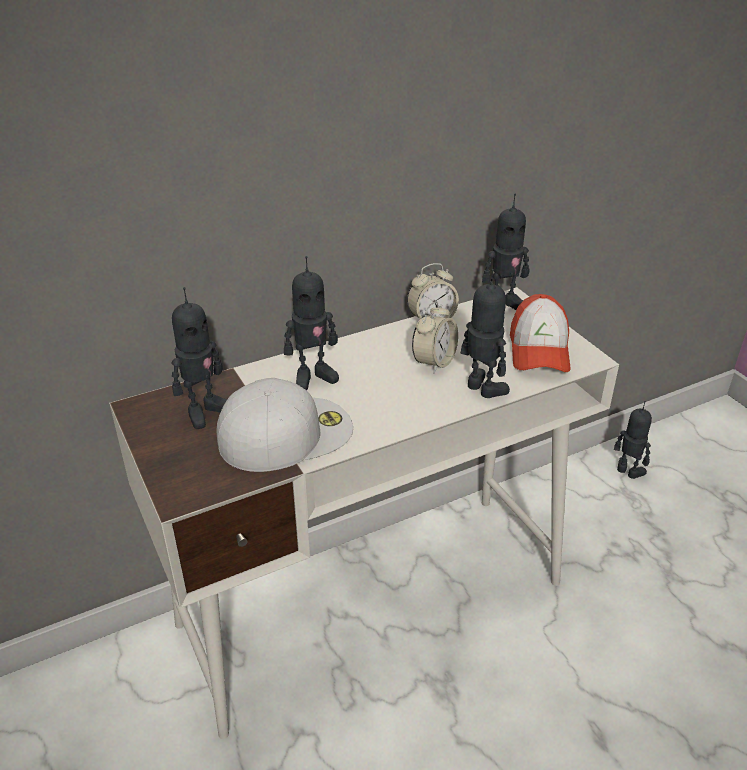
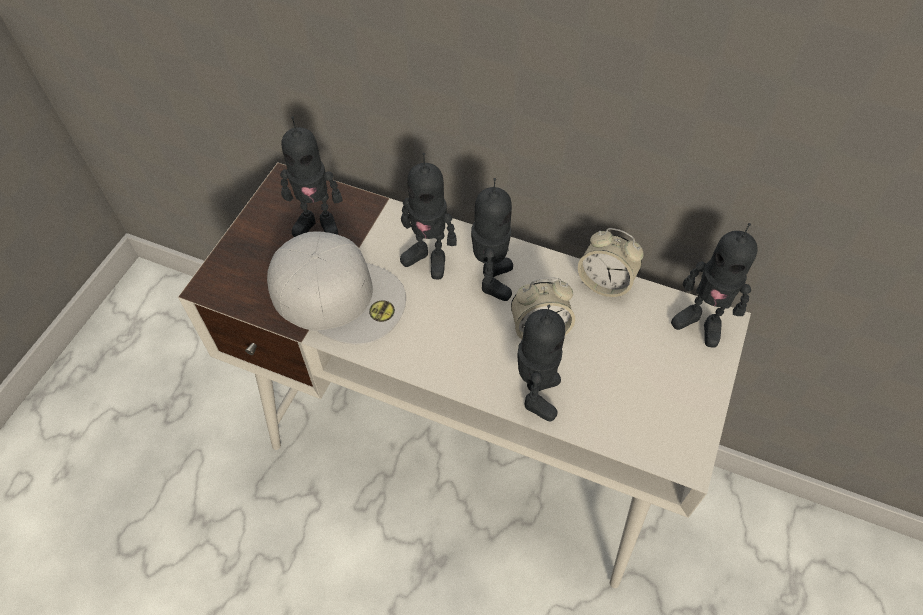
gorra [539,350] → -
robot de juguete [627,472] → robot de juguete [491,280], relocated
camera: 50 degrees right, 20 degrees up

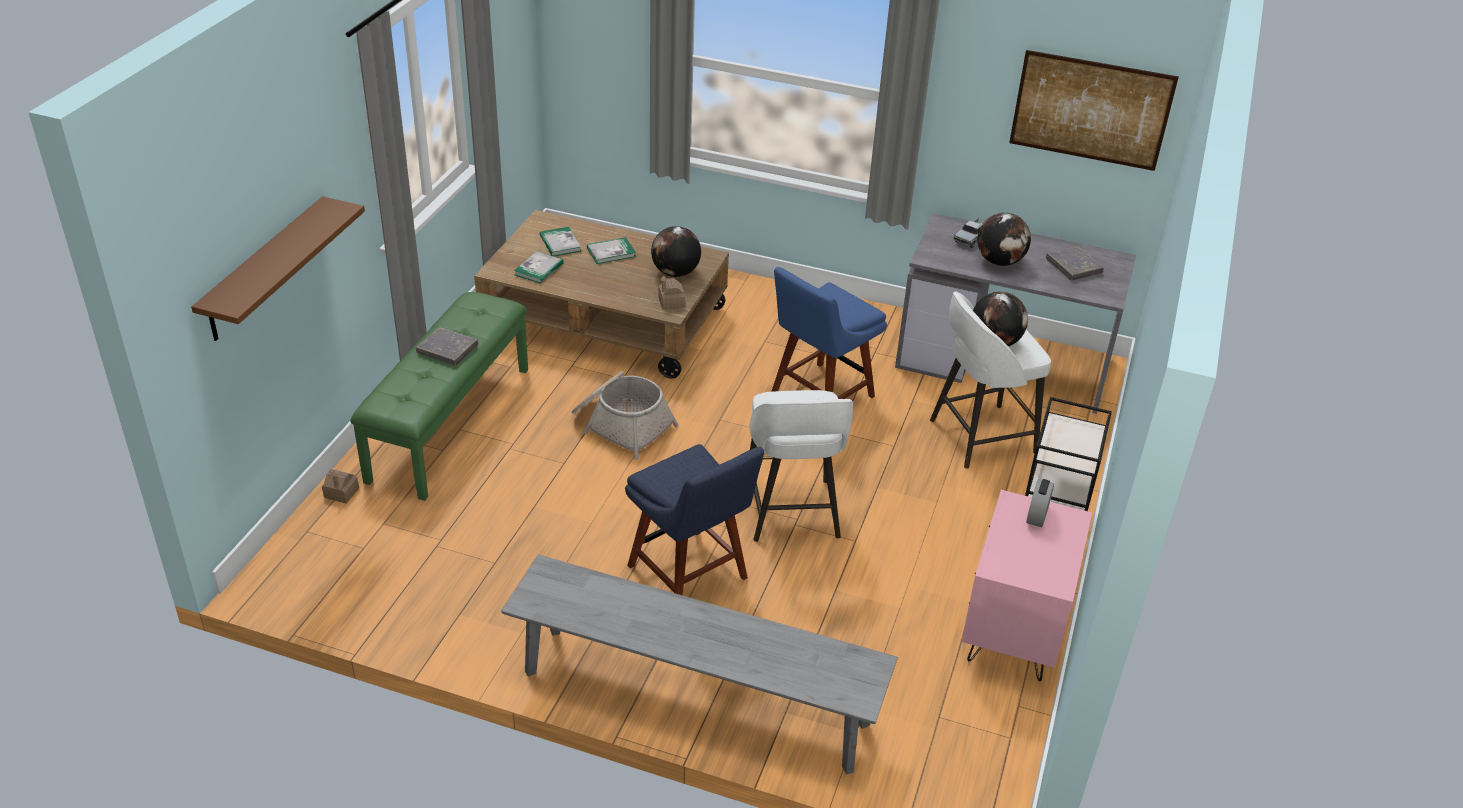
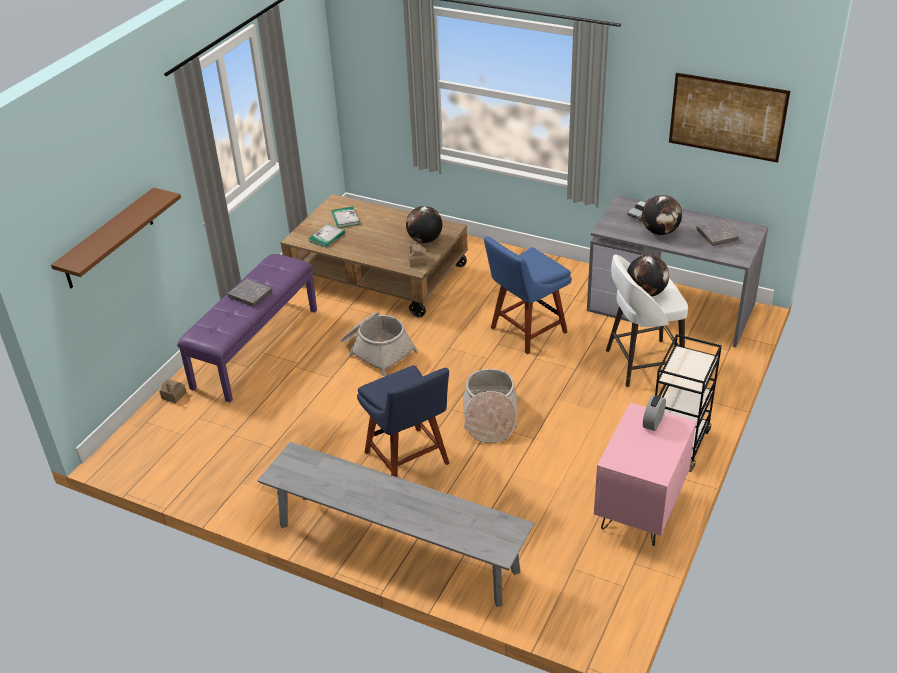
banco/verde [449,423] → banco/morado [255,347]
libro [611,252] → -
taburete/blanco [791,513] → cesta [490,417]
camera: 10 degrees right, 0 degrees up

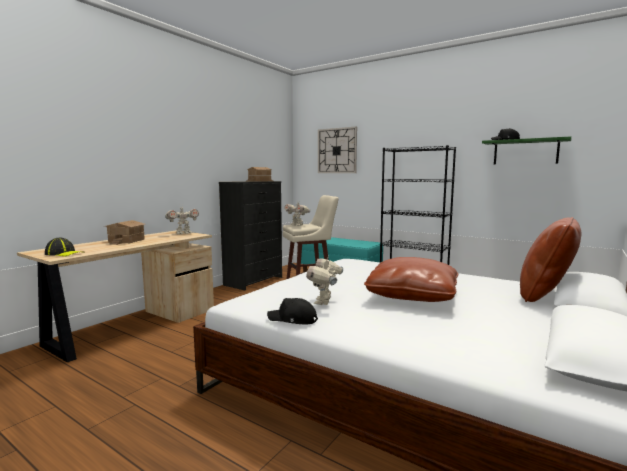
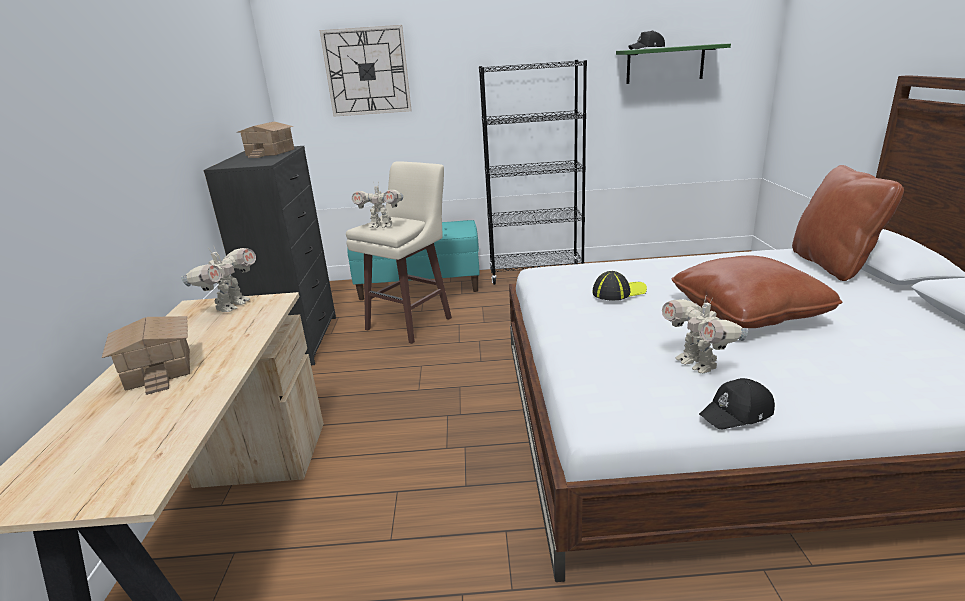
gorra [65,253] → gorra [618,292], relocated
camera: 35 degrees left, 15 degrees up

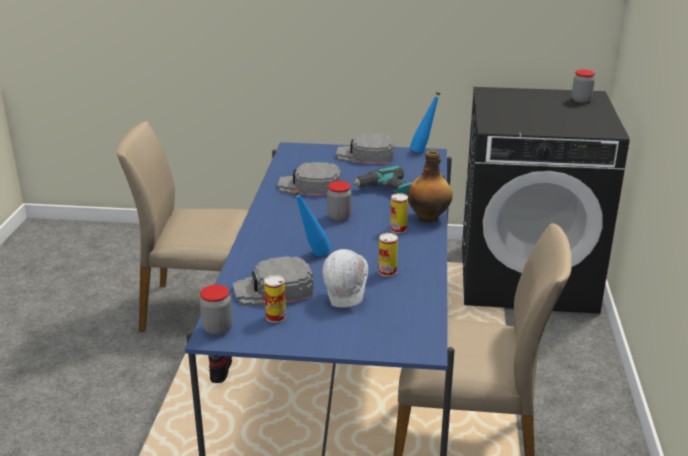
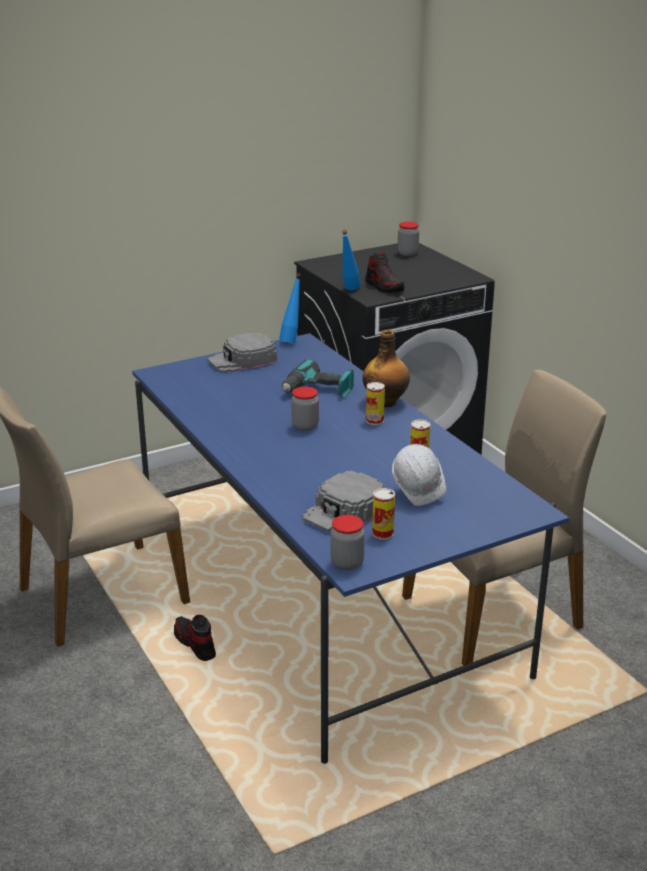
gorra/gris [309,186] → -
botella/azul [312,255] → botella/azul [349,291], relocated
- → zapato [384,287]
camera: 35 degrees left, 0 degrees up

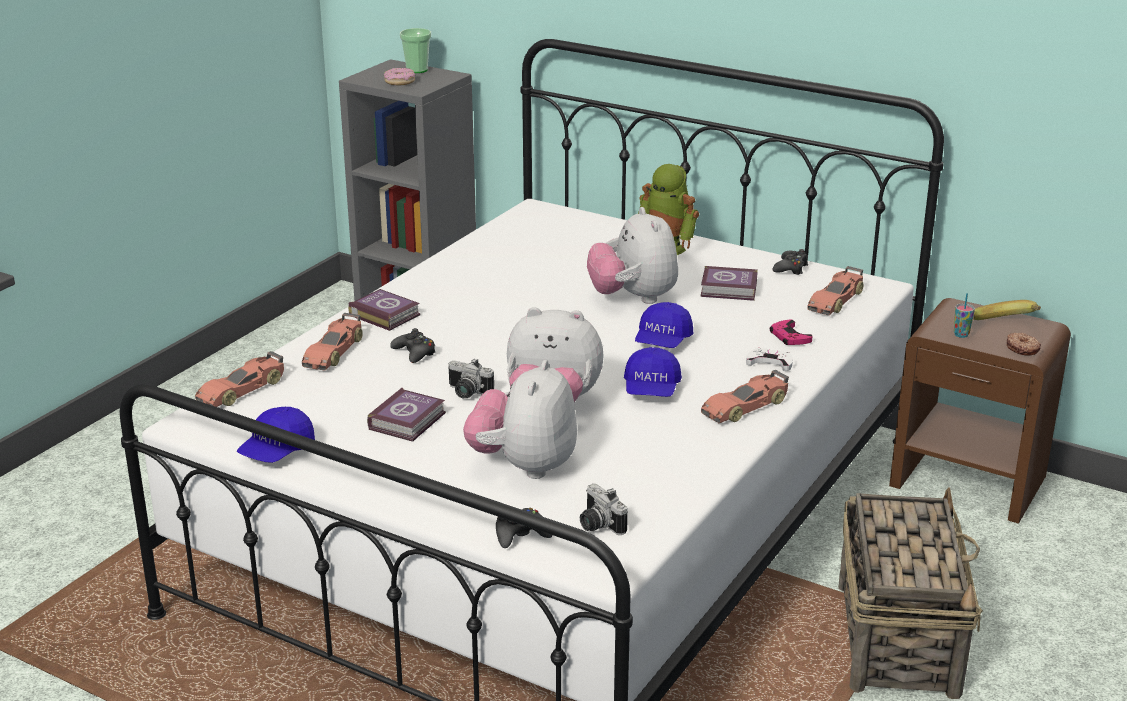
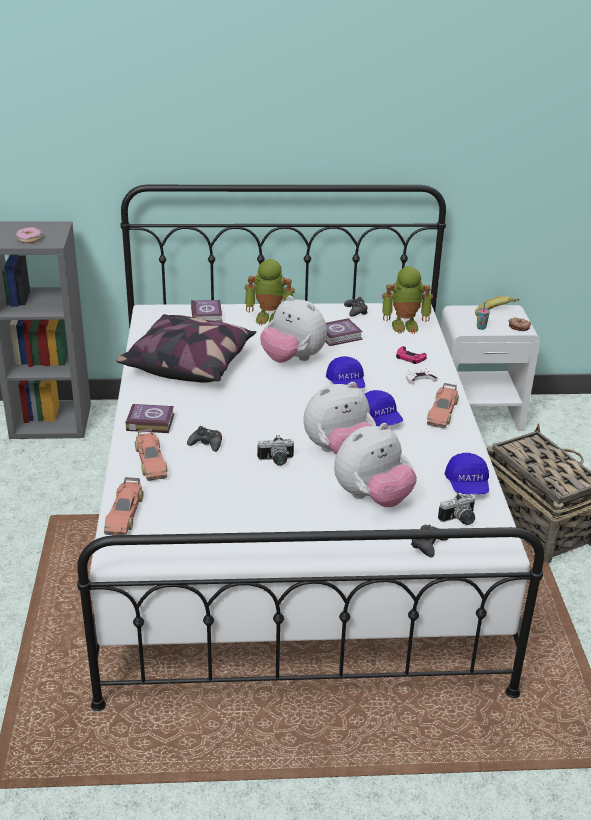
gorra/azul [277,452] → gorra/azul [467,485], relocated
libro [409,420] → libro [207,315], relocated
taza [417,70] → -
peluche [524,466] → peluche [372,498], 105 degrees counterclockwise
cámara [597,525] → cámara [459,520], 45 degrees counterclockwise
coche de juguete [836,300] → robot de juguete [405,325]
mesita de noche/marrón [969,481] → mesita de noche/blanco [478,414]
- → cojín [189,364]
camera: 35 degrees left, 5 degrees up

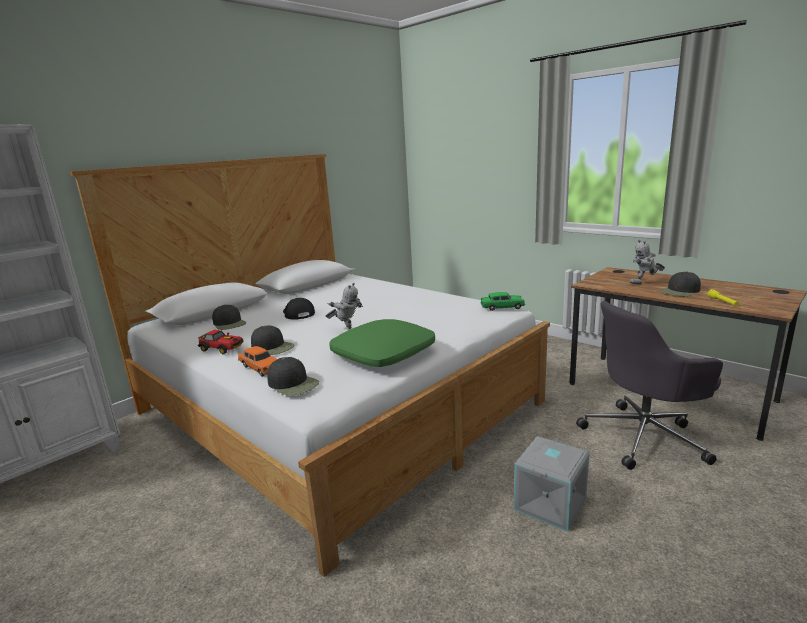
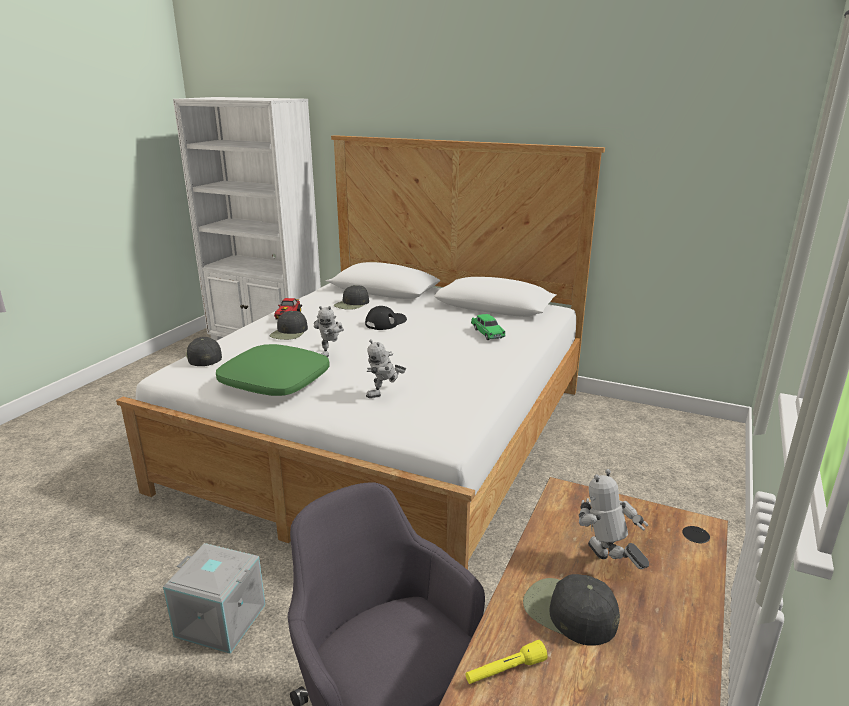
coche de juguete/naranja [260,368] → -
gorra/negro [293,384] → gorra/negro [203,356], 135 degrees clockwise
coche de juguete/verde [502,307] → coche de juguete/verde [487,333], relocated
- → robot de juguete [385,394]
camera: 70 degrees right, 5 degrees up

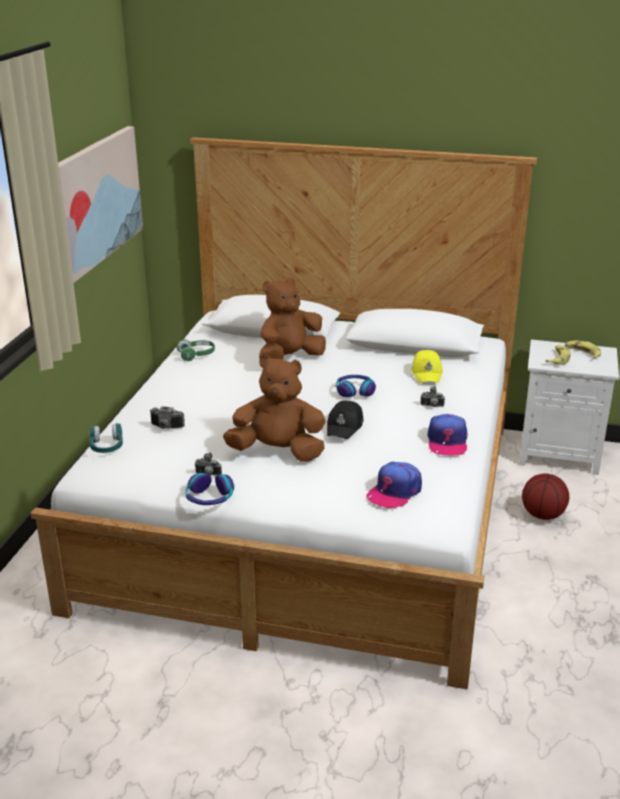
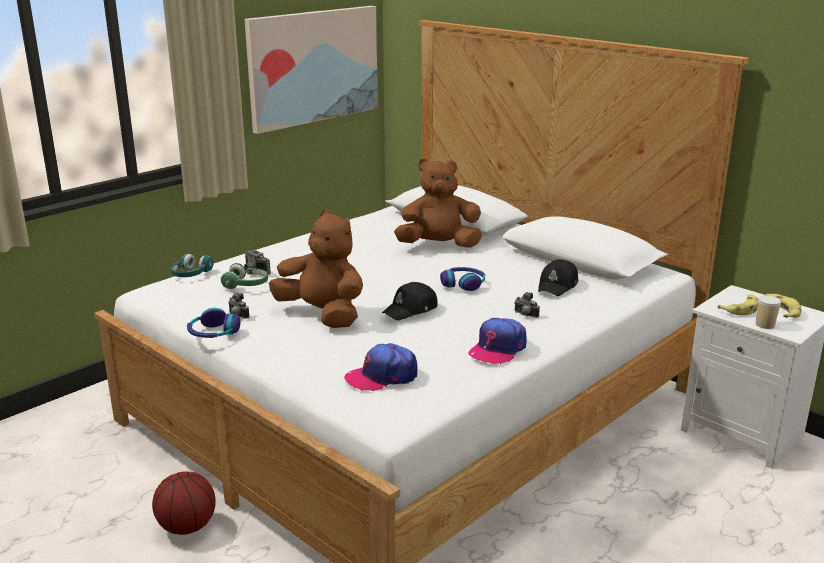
auriculares/verde [197,355] → auriculares/verde [246,285], relocated
gorra/amarillo [427,373] → gorra/negro [558,285]
balón de baloncesto [543,515] → balón de baloncesto [187,527], relocated
- → taza [765,325]
camera: 30 degrees right, 5 degrees down

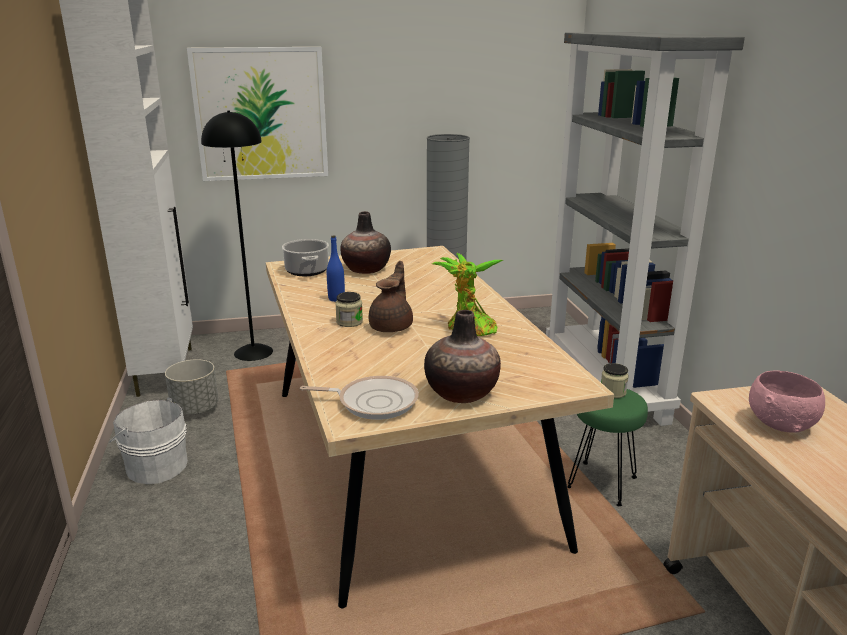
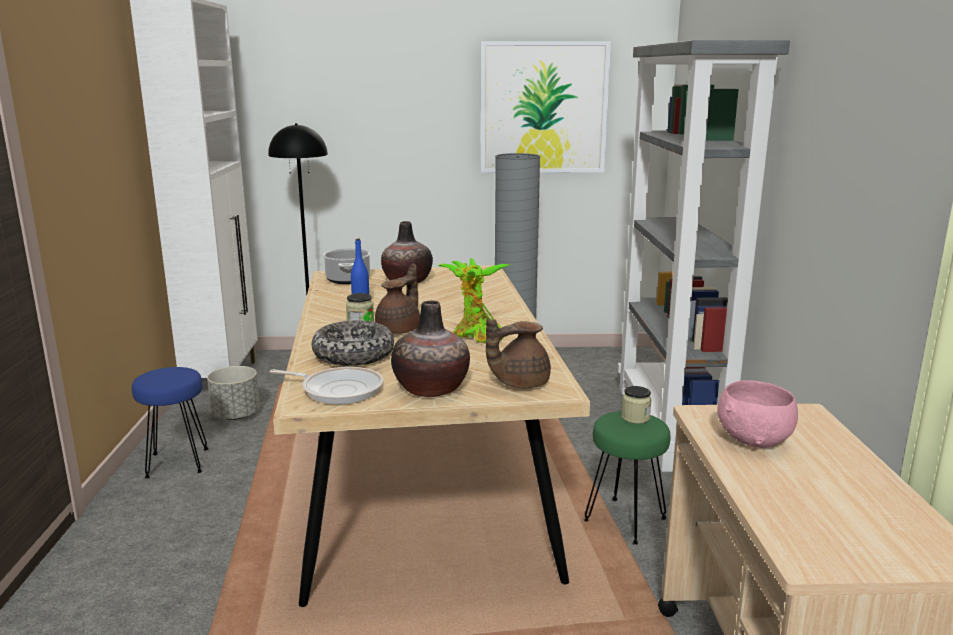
cubo/blanco [155,466] → taburete/azul [177,462]
cuadro [261,114] → cuadro [543,108], relocated
- → cuenco [353,355]
- → tetera/marrón [519,383]
camera: 10 degrees right, 5 degrees down

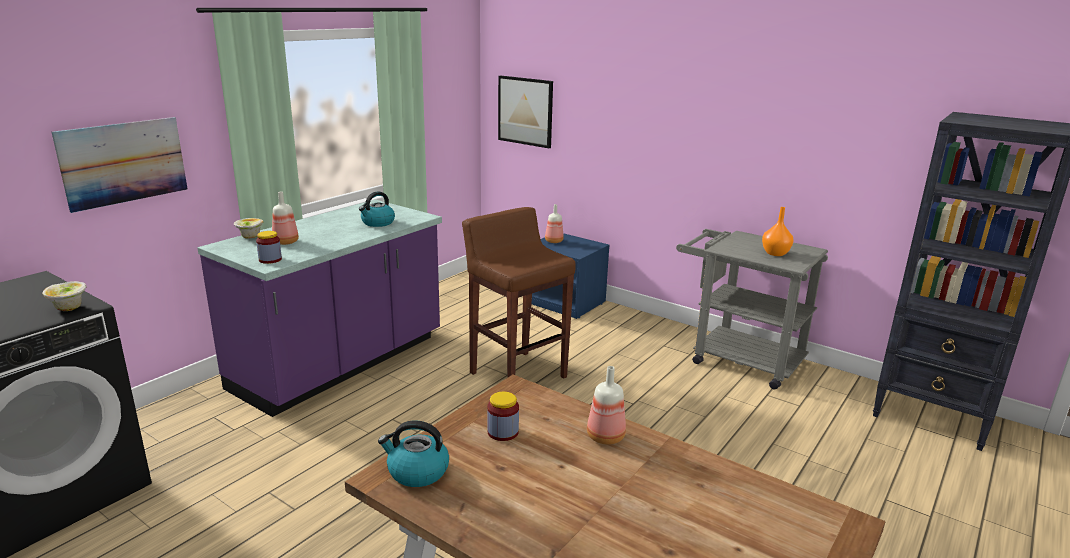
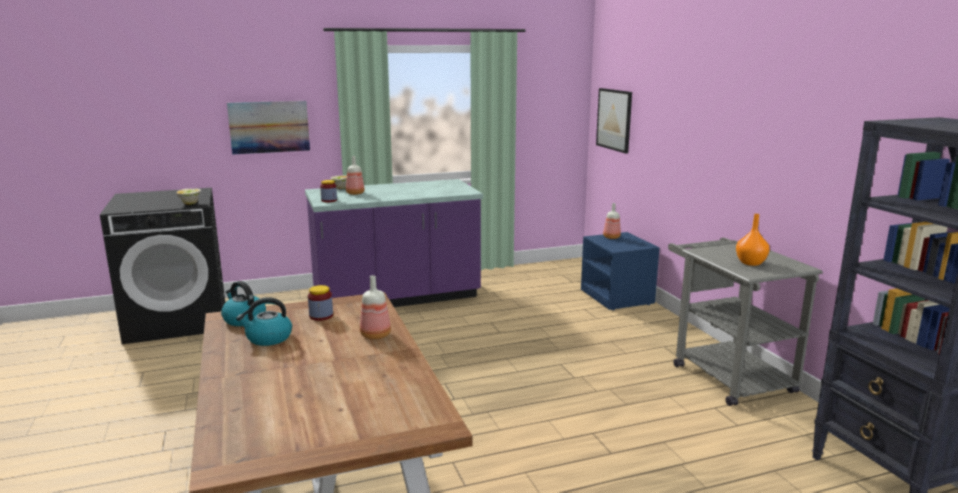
hervidor [377,223] → hervidor [268,338], relocated
taburete/marrón [517,374] → -
camera: 35 degrees right, 5 degrees down

